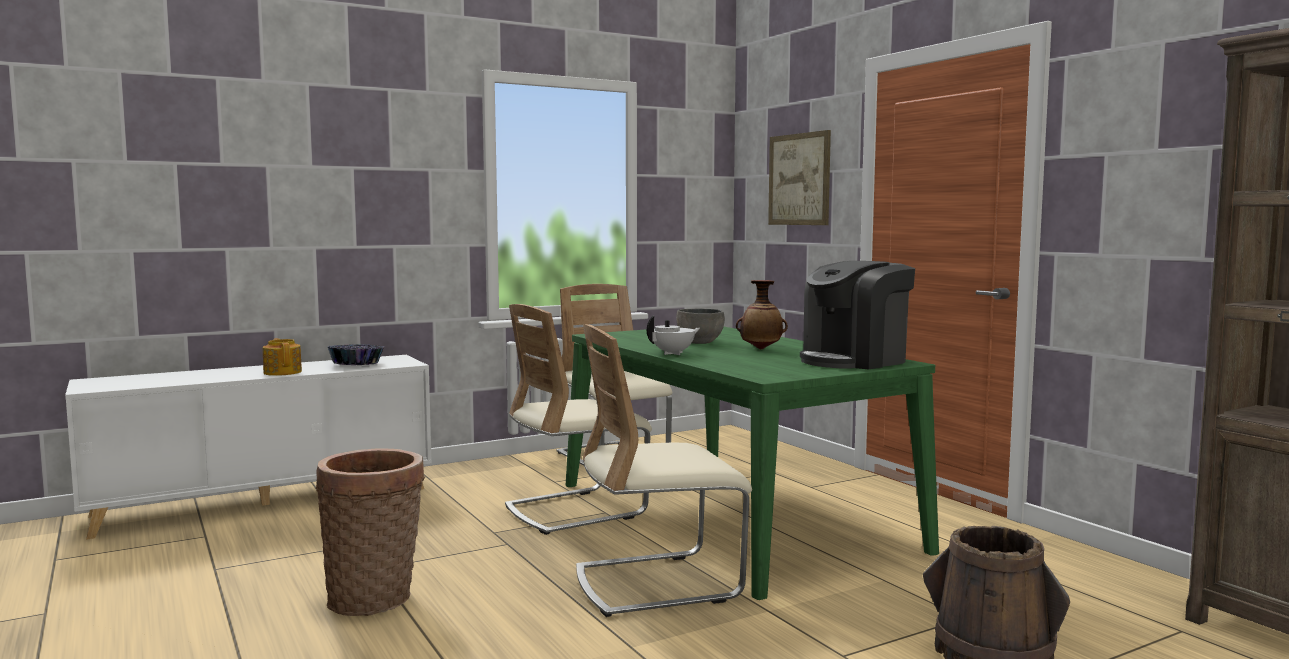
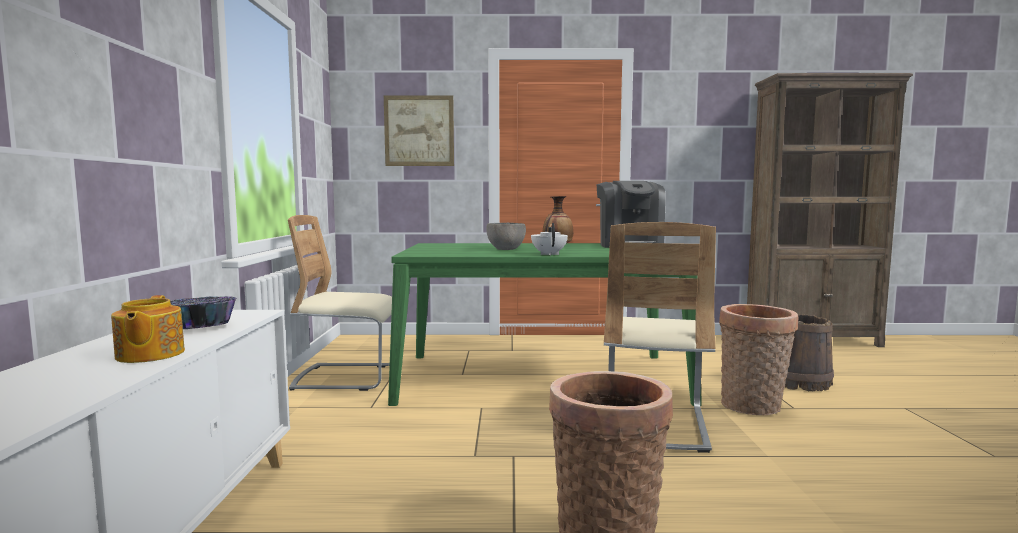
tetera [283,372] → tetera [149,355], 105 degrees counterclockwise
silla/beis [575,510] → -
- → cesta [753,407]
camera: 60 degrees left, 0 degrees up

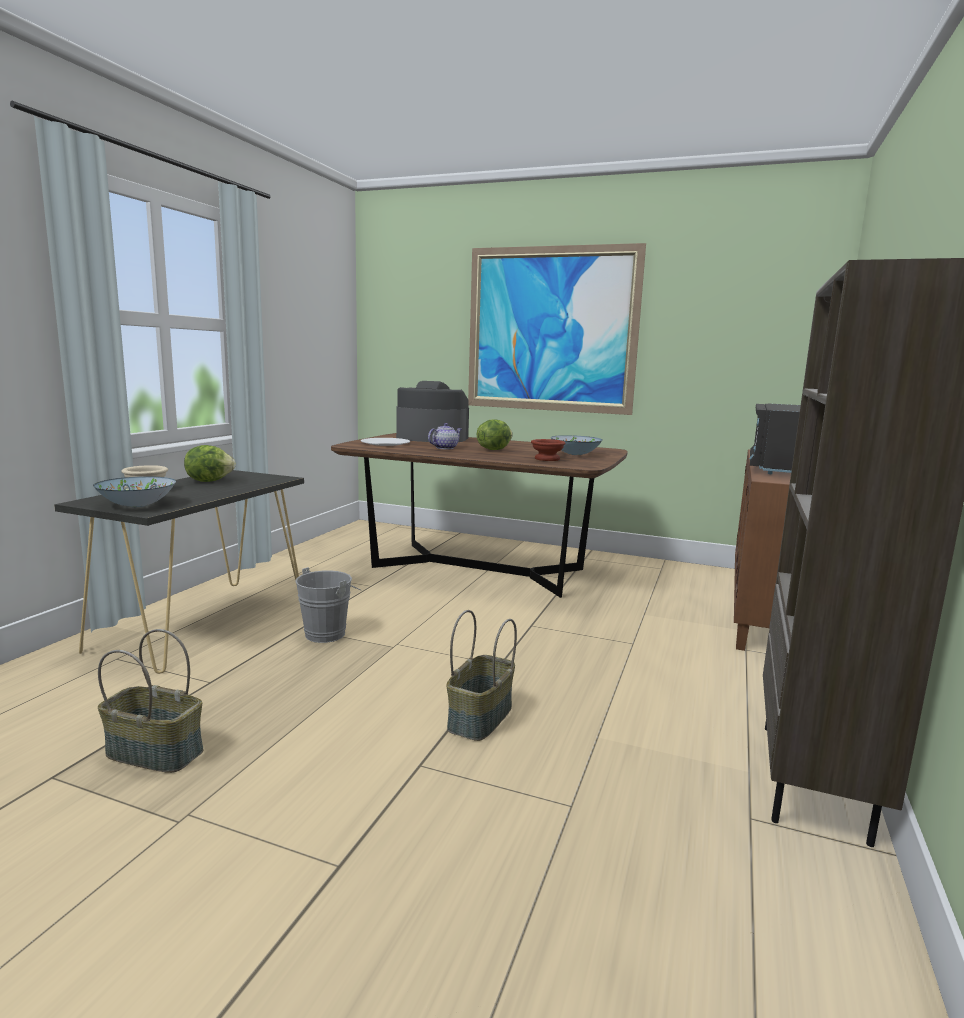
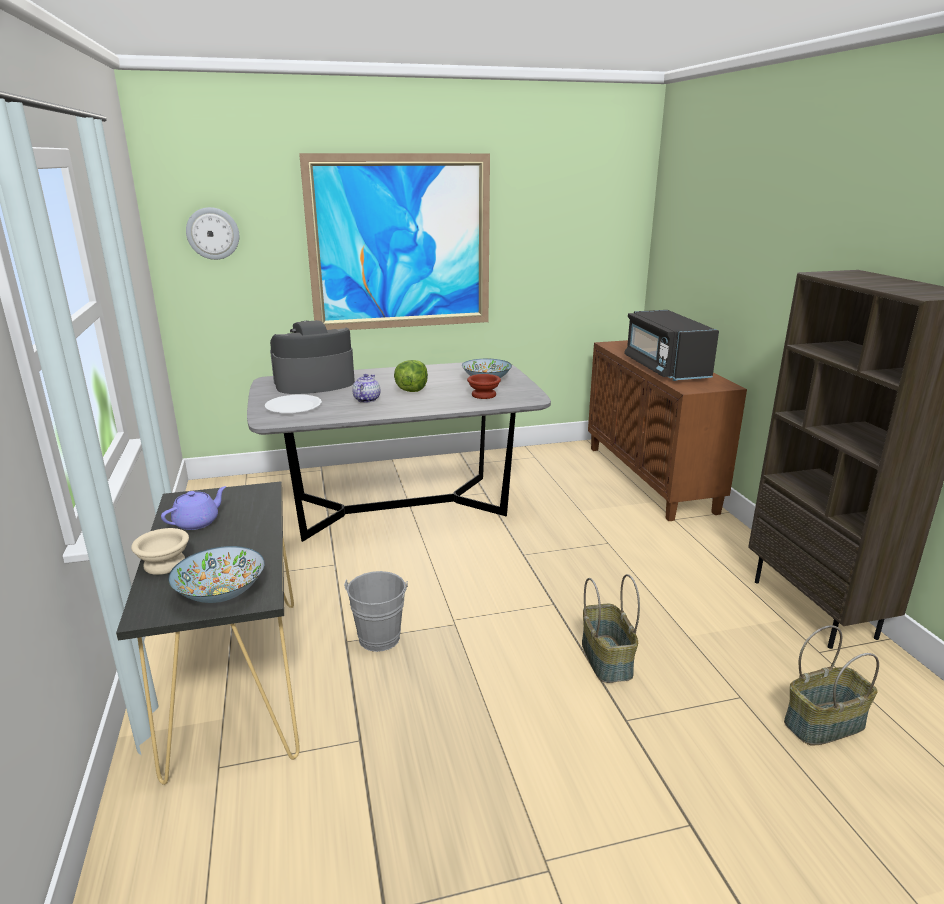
cesta [156,752] → cesta [823,723], relocated
lechuga [209,481] → tetera/morado [197,522]
mesa de comedor/marrón [478,569] → mesa de comedor/gris [400,507]
- → reloj de pared [213,233]
camera: 35 degrees left, 10 degrees up

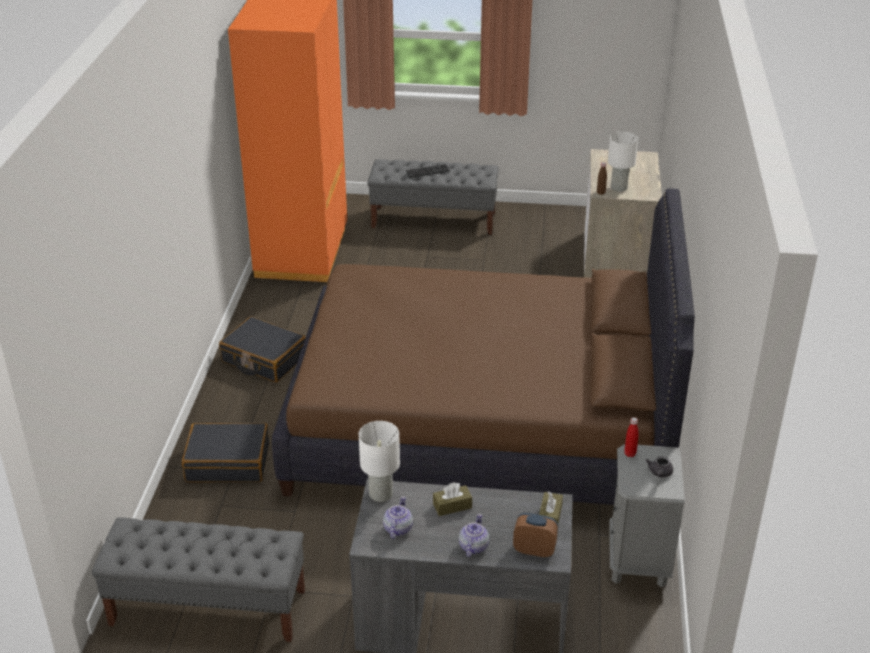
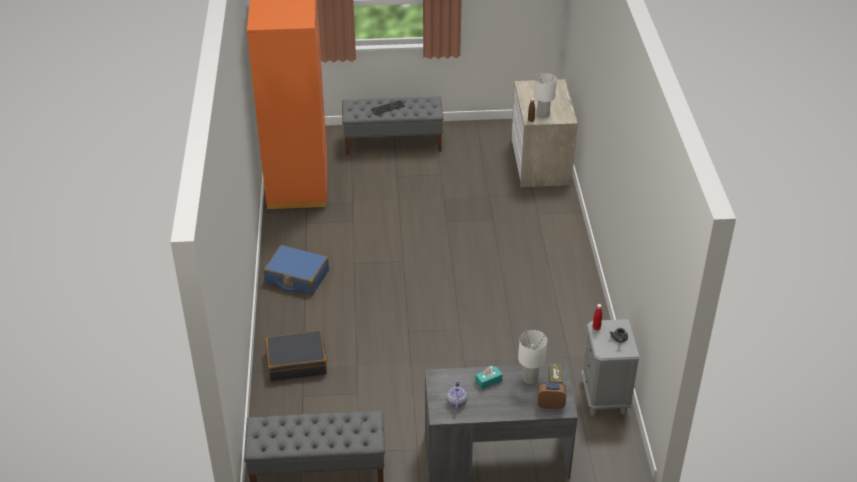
maleta/negro [264,359] → maleta/azul [297,277]
cama/marrón [480,424] → -
lámpara de mesa/blanco [380,493] → lámpara de mesa/blanco [529,378], relocated
caja de pañuelos/marrón [452,506] → caja de pañuelos/turquesa [488,381]
tetera [473,546] → -
camera: 10 degrees left, 5 degrees up

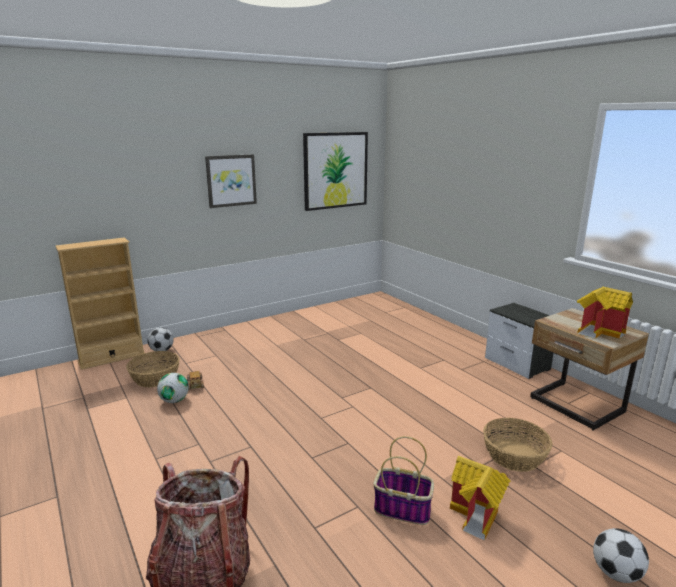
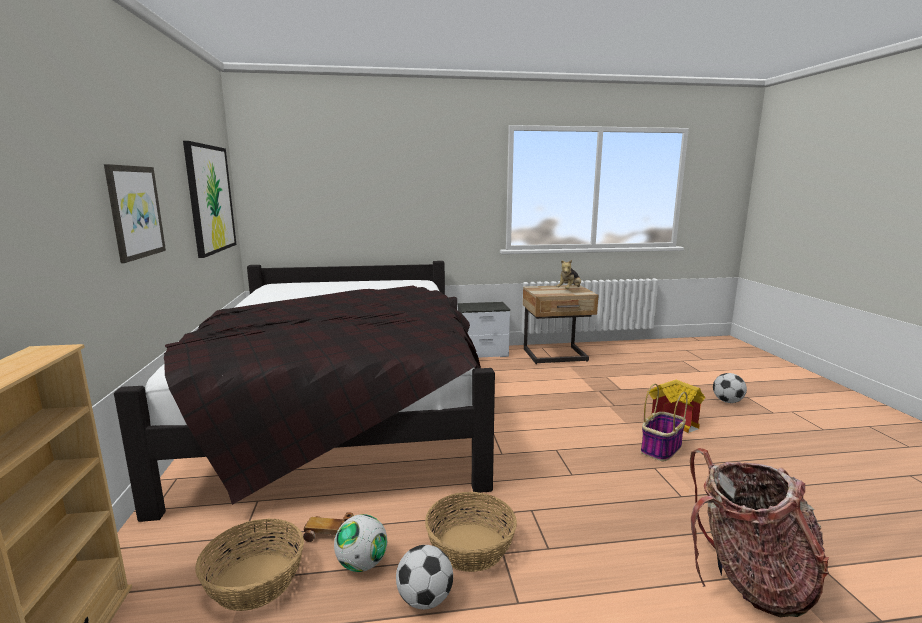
balón de fútbol [162,350] → balón de fútbol [424,599], relocated
cesta [514,456] → cesta [471,546], relocated
casita [600,331] → peluche [569,290]
- → cama/negro [345,407]
camera: 65 degrees left, 5 degrees down

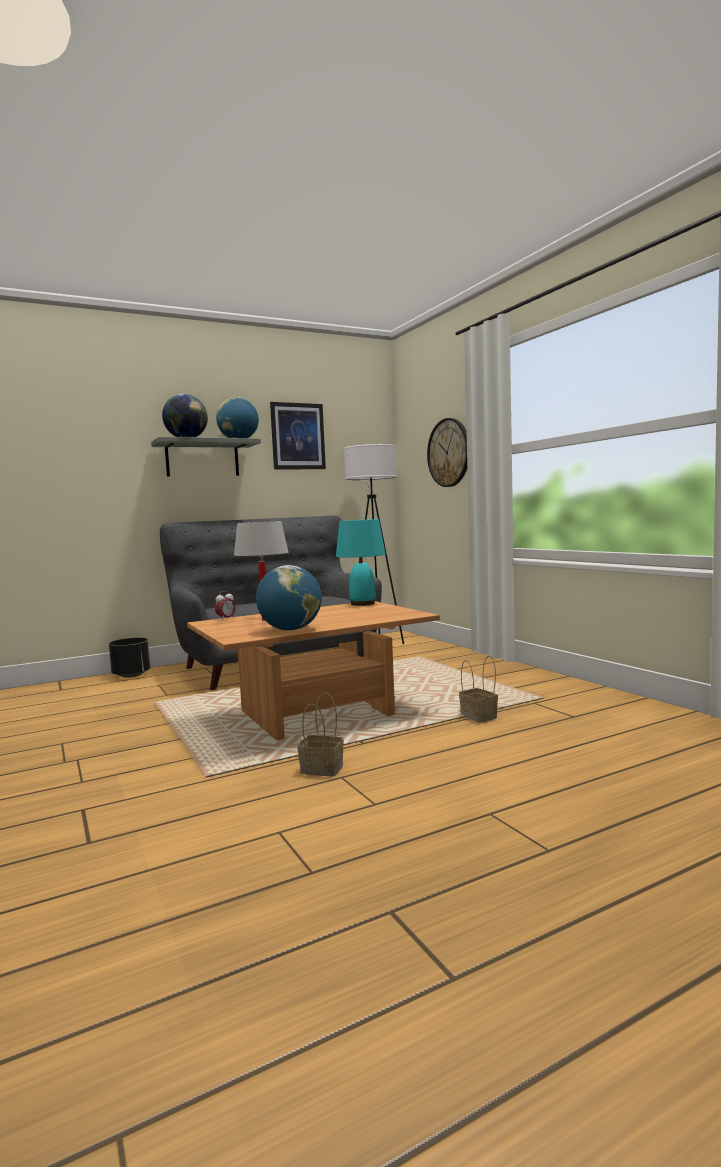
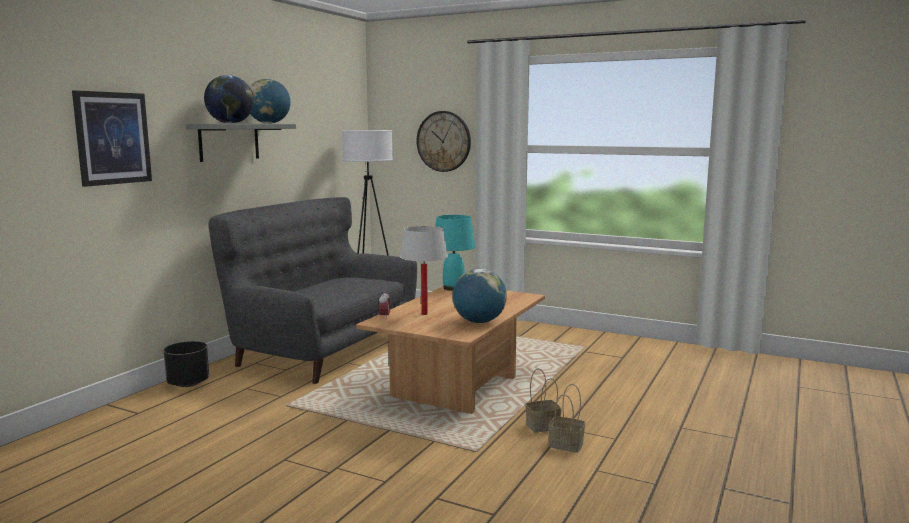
cuadro [298,436] → cuadro [113,138], relocated
cesta [480,716] → cesta [567,445], relocated
camera: 35 degrees left, 5 degrees up

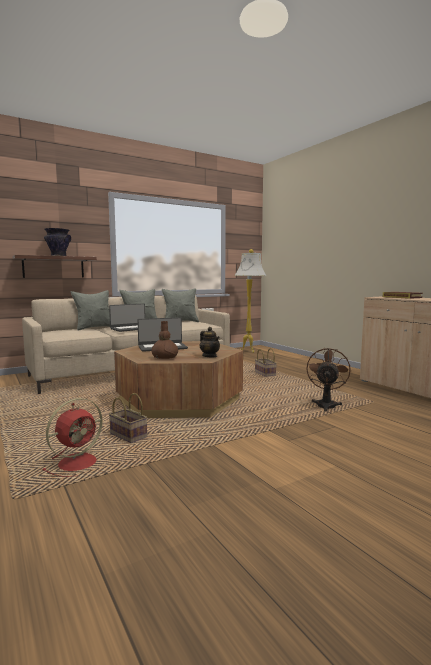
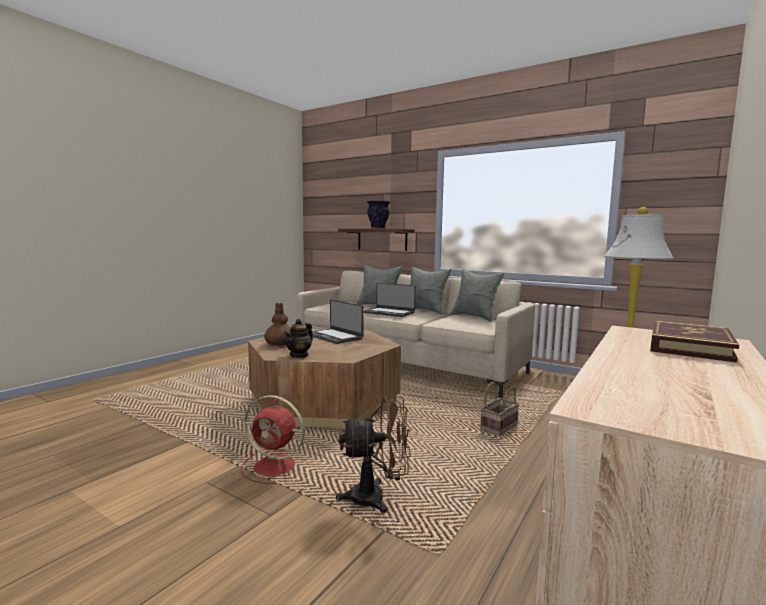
ventilador/rojo [79,462] → ventilador/rojo [276,466], relocated
cesta [127,436] → -
camera: 65 degrees right, 0 degrees up

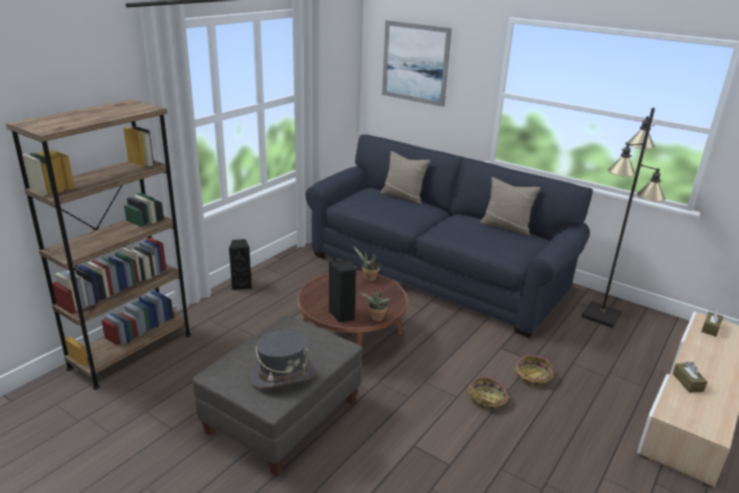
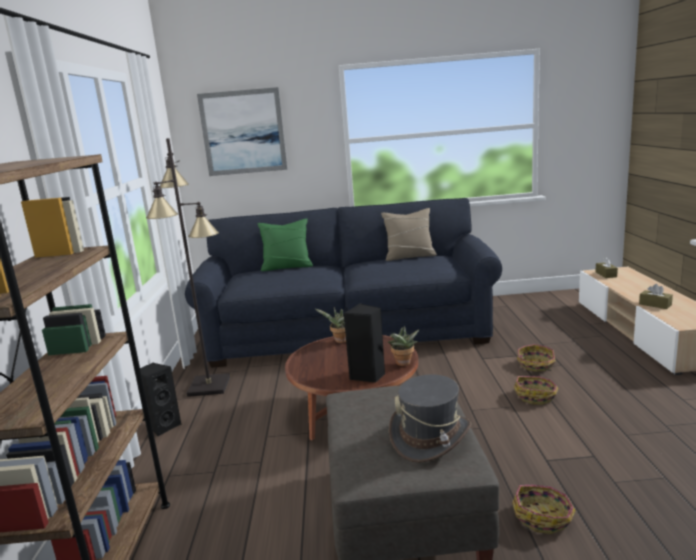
cojín/beis [403,196] → cojín/verde [287,267]
lámpara de pie/negro [602,315] → lámpara de pie/negro [210,386], relocated
- → cesta [543,517]
camera: 35 degrees left, 10 degrees down

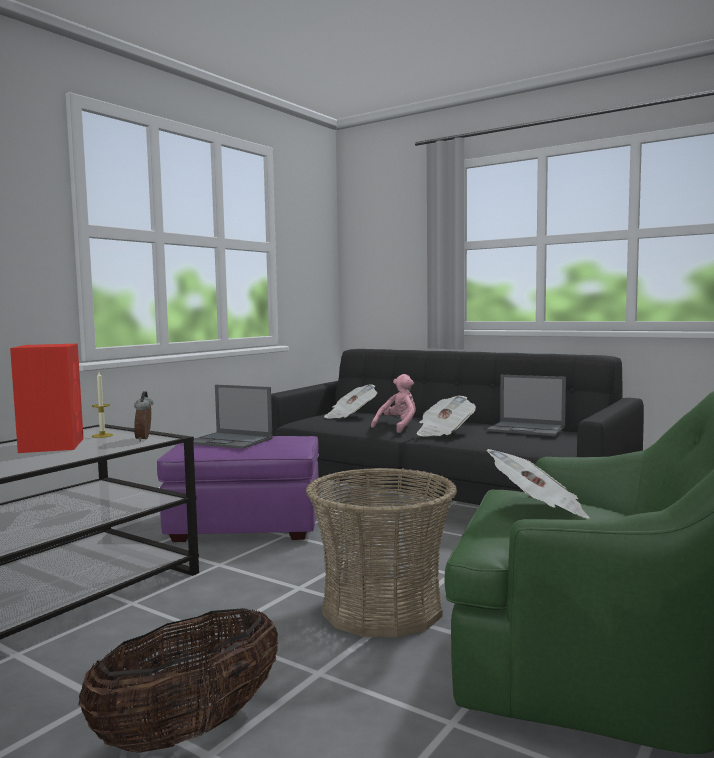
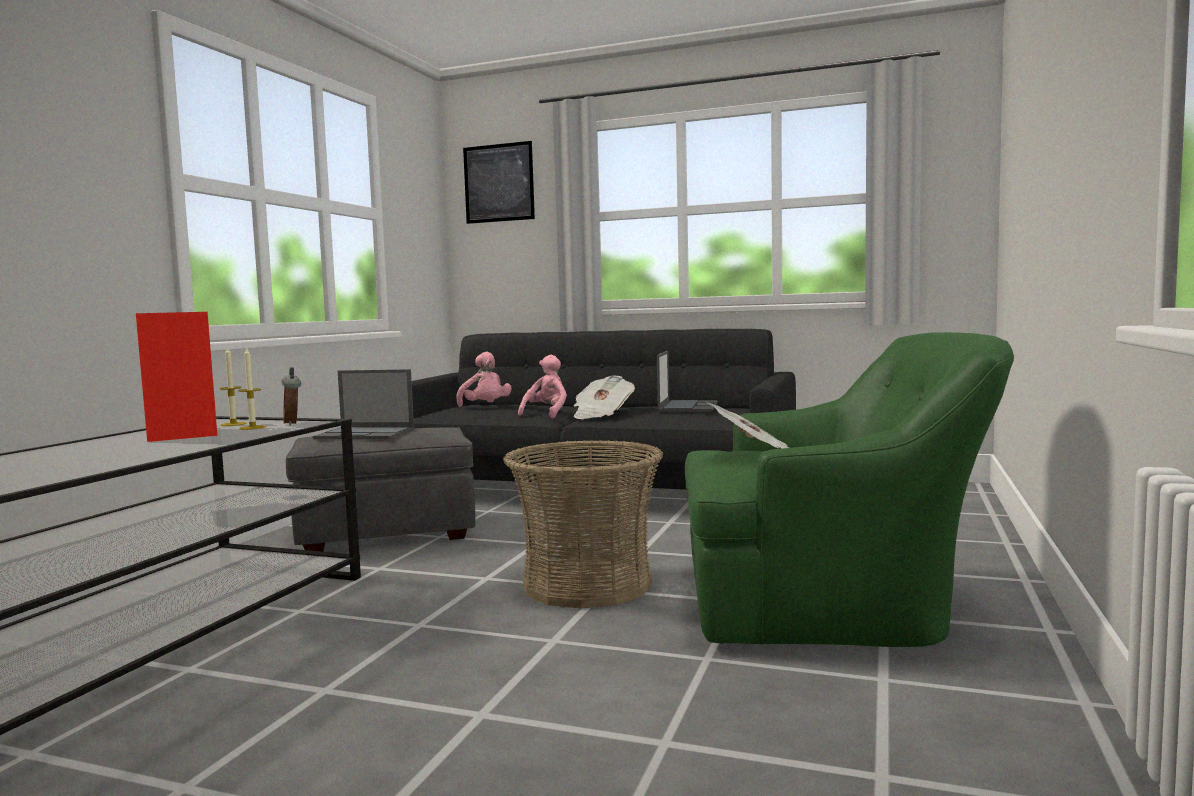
cesta [190,730] → -
puf/morado [246,525] → puf/gris [386,532]
periódico [350,416] → peluche/rosa [485,407]
portátil [527,429] → portátil [688,406], 90 degrees counterclockwise
- → vela [252,427]
- → cuadro [499,183]
camera: 15 degrees left, 0 degrees up

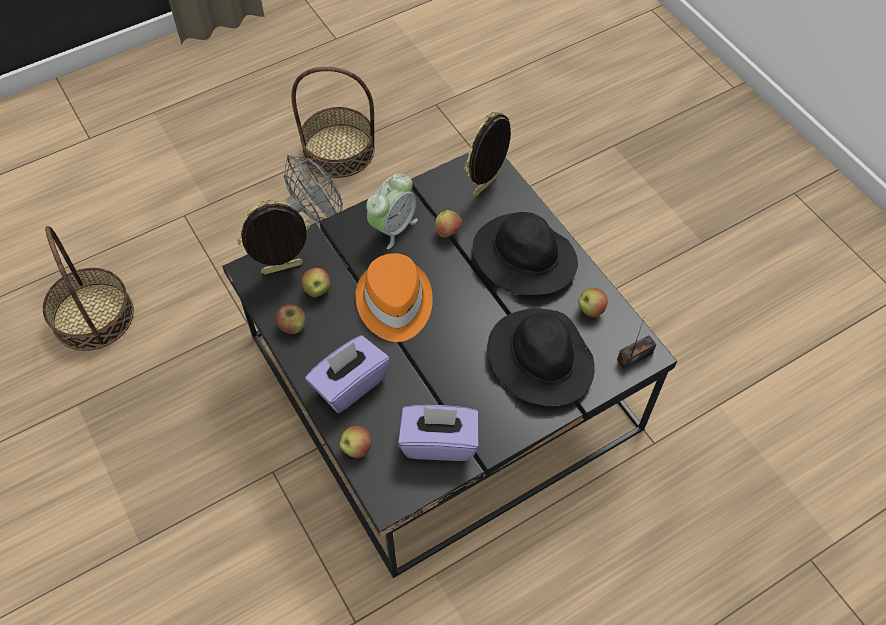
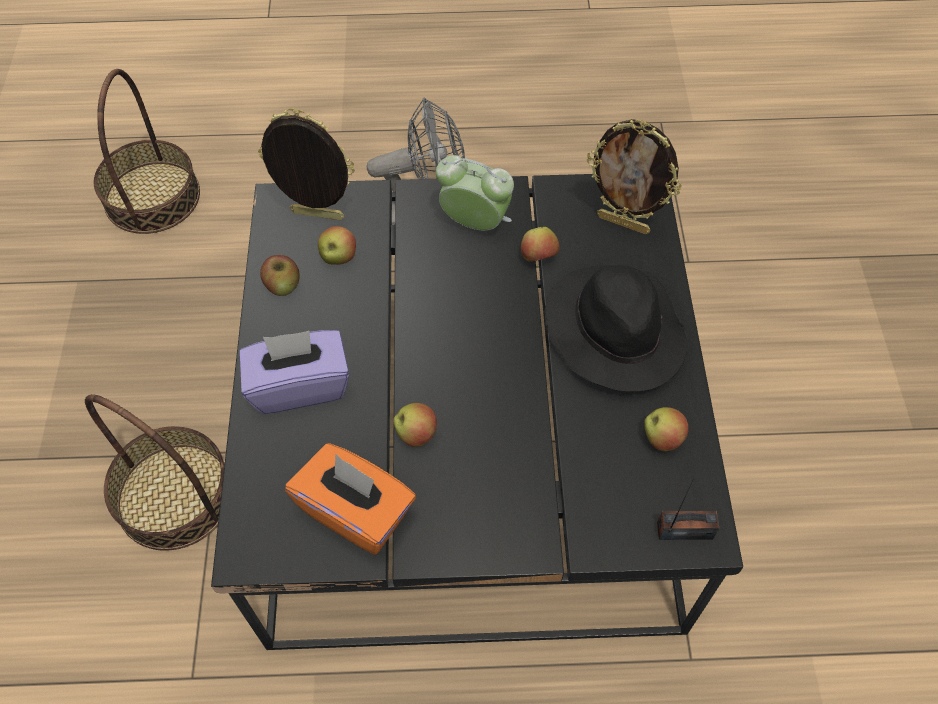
cesta [339,150] → cesta [175,495], relocated
manzana [356,448] → manzana [416,434], relocated
sombrero/naranja [394,303] → -
despertador [393,227] → despertador [475,223], 135 degrees counterclockwise
caja de pañuelos/morado [439,442] → caja de pañuelos/naranja [356,511]
portarretratos [487,187] → portarretratos [624,223], 135 degrees counterclockwise
sombrero/negro [539,359] → -
camera: 30 degrees right, 0 degrees up

